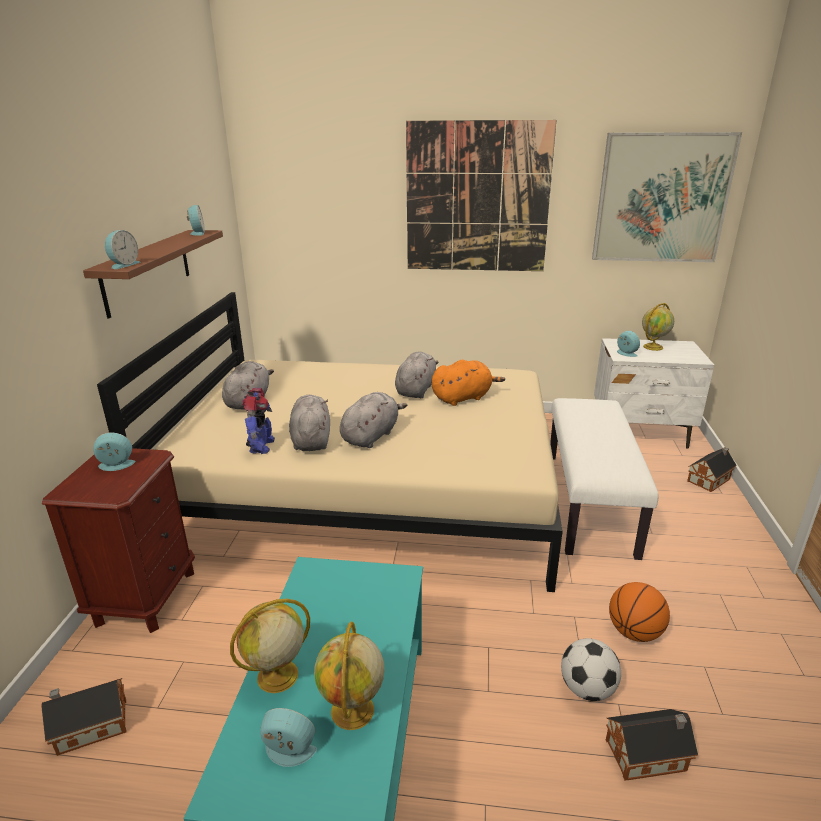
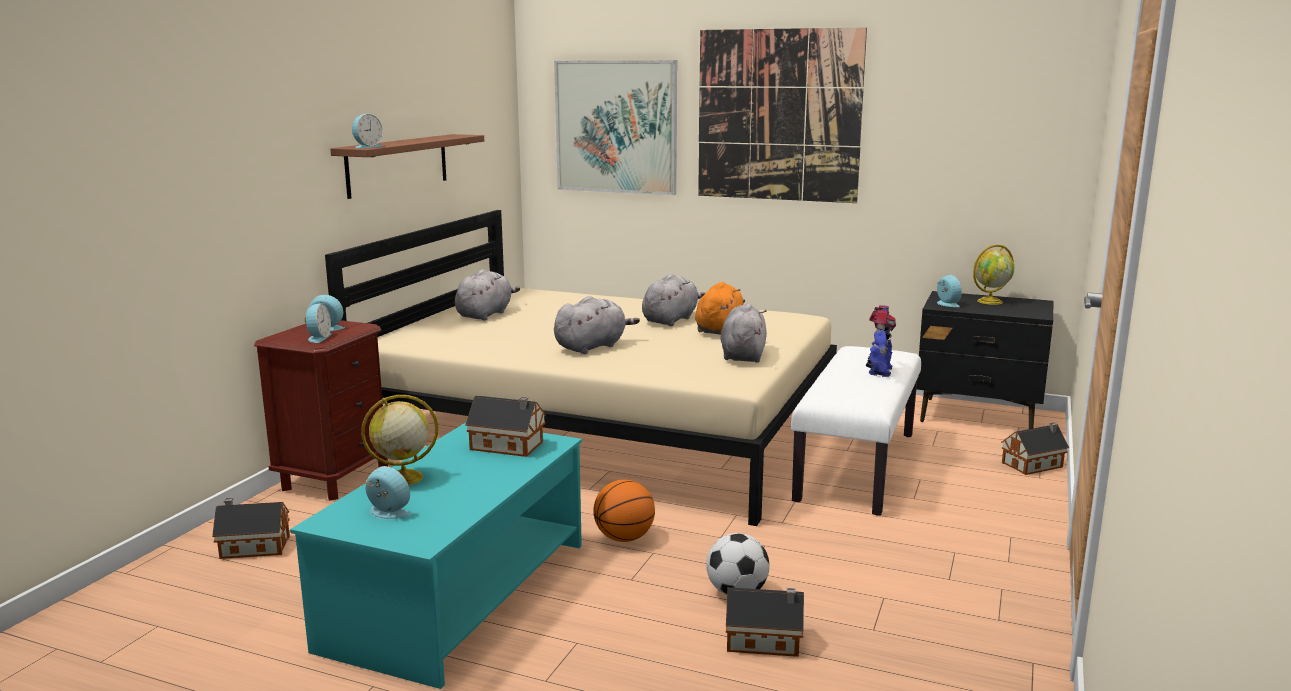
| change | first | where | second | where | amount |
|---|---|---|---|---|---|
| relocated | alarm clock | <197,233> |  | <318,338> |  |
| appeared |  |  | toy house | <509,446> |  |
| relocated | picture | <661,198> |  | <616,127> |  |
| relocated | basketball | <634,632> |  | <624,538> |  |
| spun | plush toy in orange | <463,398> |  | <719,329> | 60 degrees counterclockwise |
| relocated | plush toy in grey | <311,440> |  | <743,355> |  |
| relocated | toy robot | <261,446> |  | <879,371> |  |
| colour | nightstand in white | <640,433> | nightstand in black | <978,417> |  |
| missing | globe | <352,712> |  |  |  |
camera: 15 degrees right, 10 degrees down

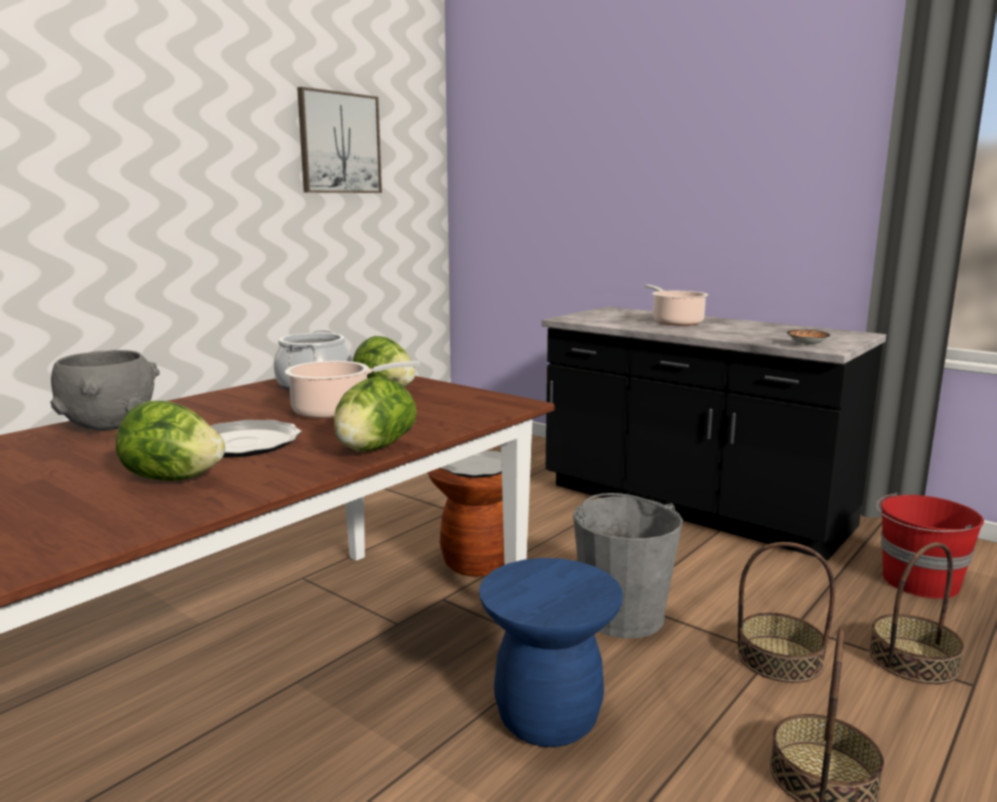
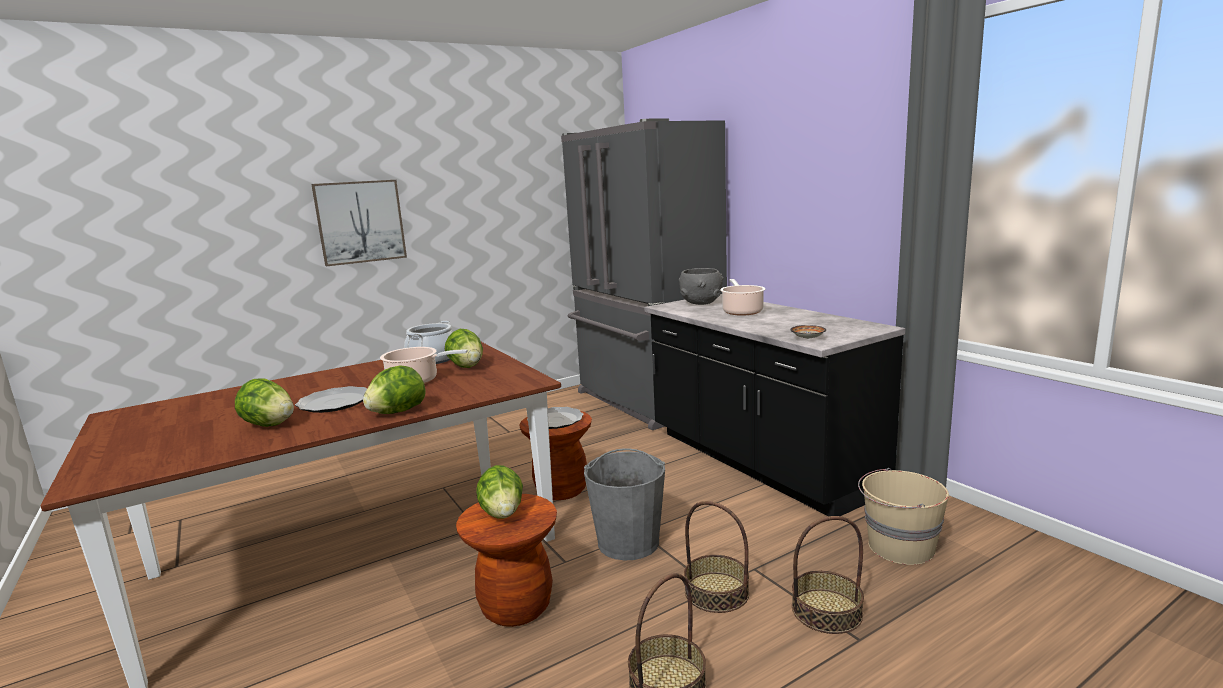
| change | first | where | second | where | amount |
|---|---|---|---|---|---|
| relocated | picture | <339,143> |  | <360,222> |  |
| colour | stool in blue | <548,718> | stool in brown | <516,606> |  |
| appeared |  |  | lettuce | <502,513> |  |
| appeared |  |  | fridge in grey | <646,401> |  |
| relocated | bowl in grey | <108,426> |  | <700,303> |  |
| colour | bucket in red | <919,582> | bucket in beige | <899,547> |  |
camera: 20 degrees right, 0 degrees up

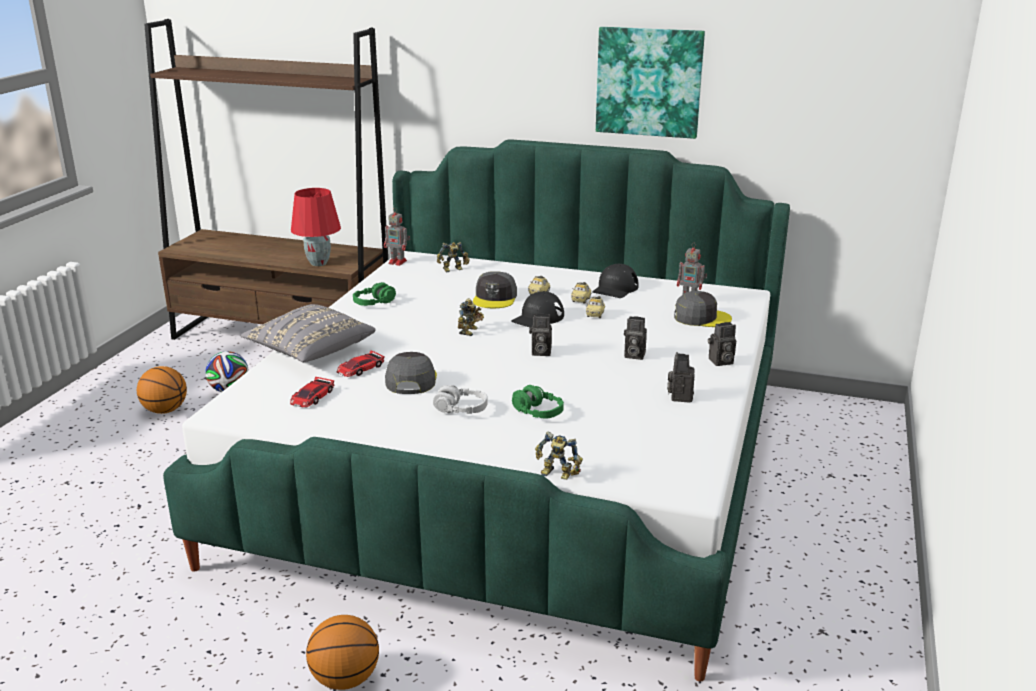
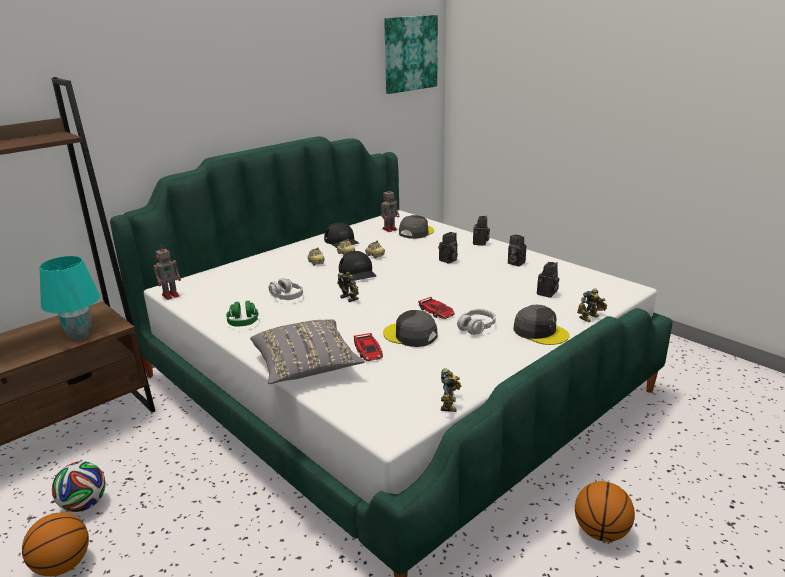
| change | first | where | second | where | amount |
|---|---|---|---|---|---|
| colour | table lamp in red | <319,263> | table lamp in turquoise | <80,335> |  |
| appeared |  |  | headphones in grey | <286,296> |  |
| relocated | picture | <649,82> |  | <410,53> |  |
| relocated | toy car | <312,397> |  | <436,312> |  |
| relocated | toy robot | <453,270> |  | <450,404> |  |
| relocated | cap in grey | <495,298> |  | <540,332> |  |
| relocated | photo camera | <540,352> |  | <547,294> |  |
| missing | headphones in green | <537,412> |  |  |  |
camera: 60 degrees left, 0 degrees up

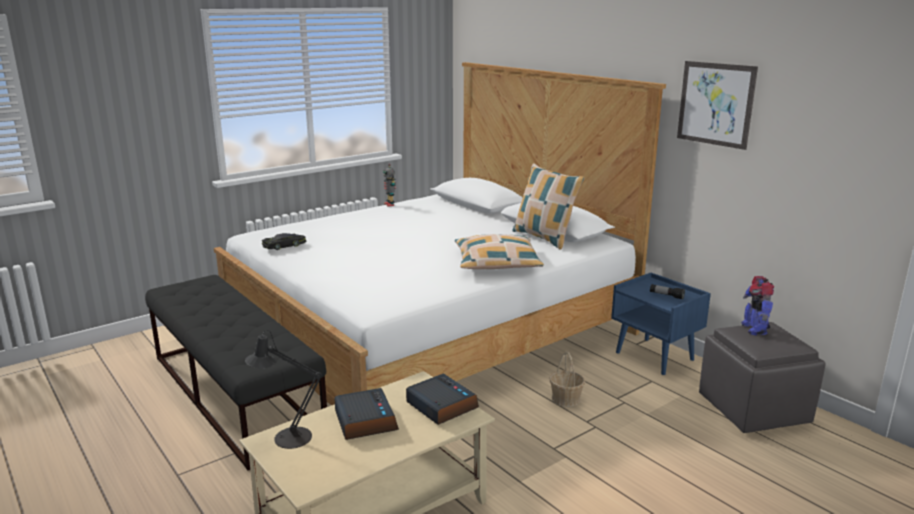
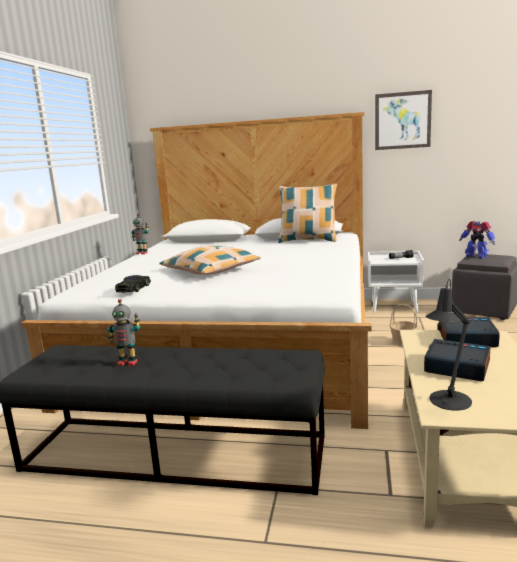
| change | first | where | second | where | amount |
|---|---|---|---|---|---|
| appeared |  |  | toy robot | <128,362> |  |
| relocated | pillow | <496,263> |  | <211,270> |  |
| colour | nightstand in blue | <655,356> | nightstand in white | <394,306> |  |
camera: 40 degrees left, 5 degrees down

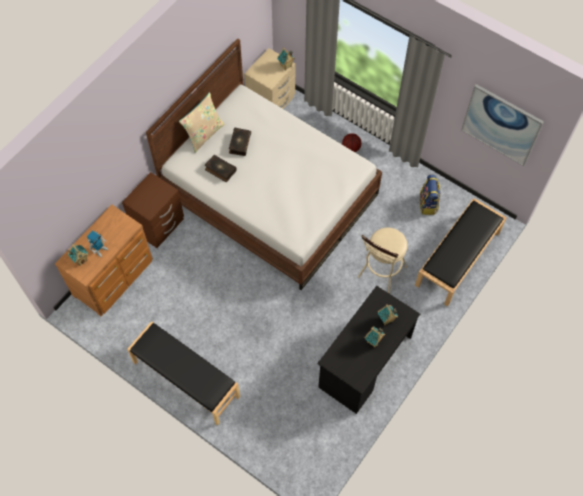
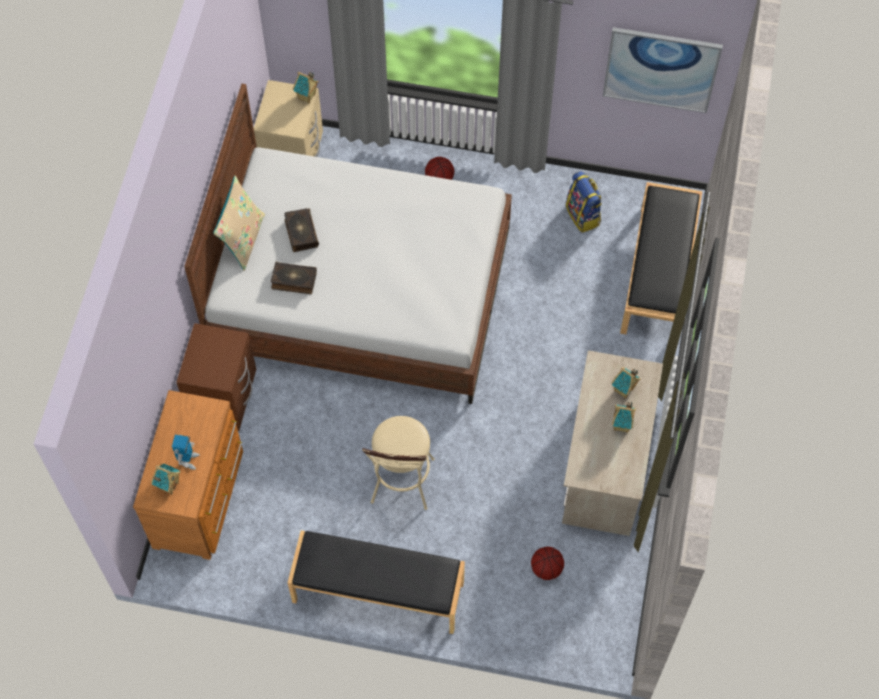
| change | first | where | second | where | amount |
|---|---|---|---|---|---|
| relocated | stool in beige | <380,275> |  | <402,486> |  |
| appeared |  |  | basketball | <546,568> |  |
| colour | desk in black | <364,362> | desk in beige | <606,463> |  |
camera: 25 degrees left, 0 degrees up

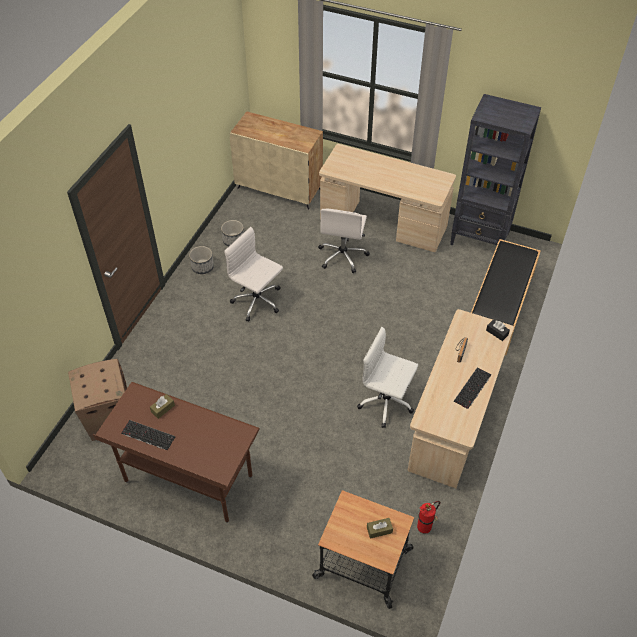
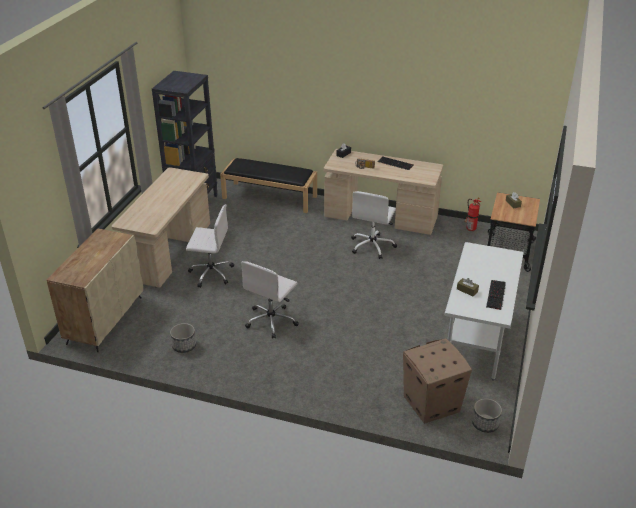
| change | first | where | second | where | amount |
|---|---|---|---|---|---|
| colour | desk in brown | <188,479> | desk in white | <476,342> |  |
| relocated | planter | <202,267> |  | <485,424> |  |
camera: 95 degrees left, 15 degrees down

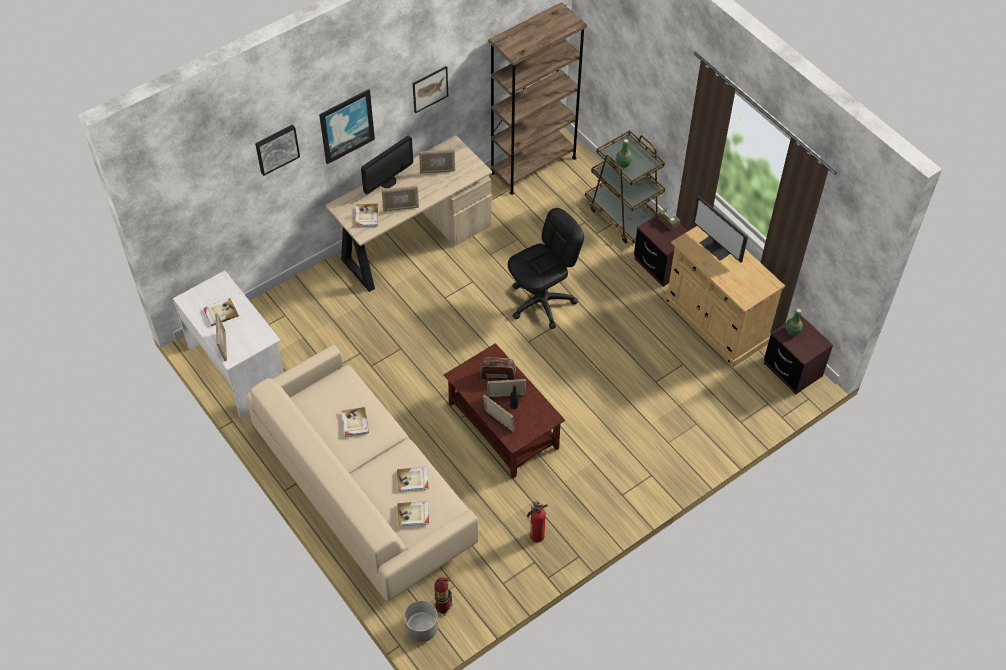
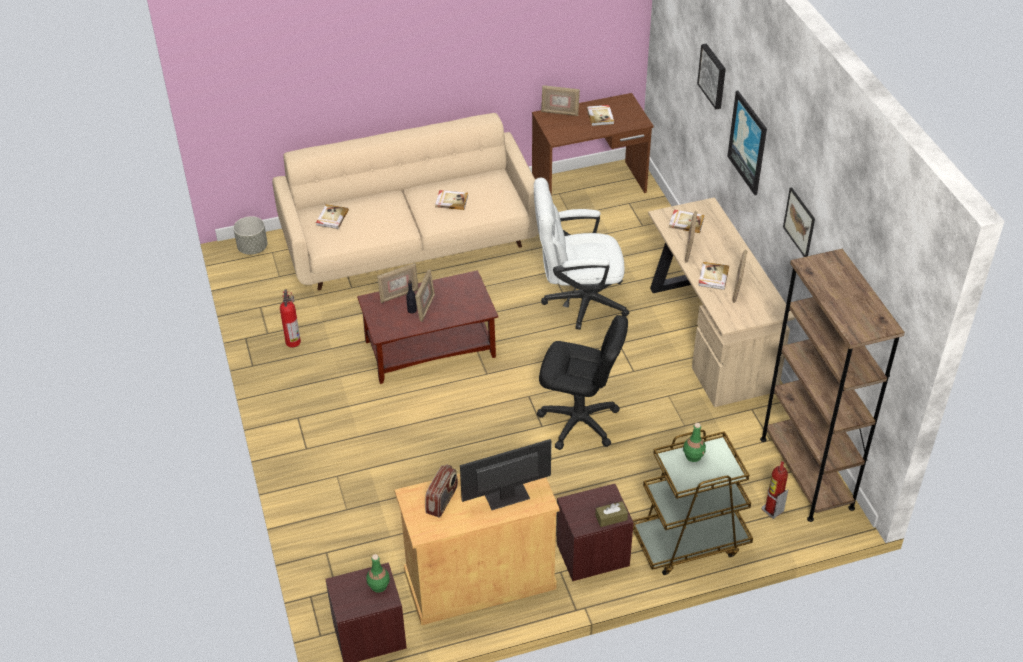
| change | first | where | second | where | amount |
|---|---|---|---|---|---|
| relocated | radio | <497,375> |  | <442,500> |  |
| colour | desk in white | <238,368> | desk in brown | <589,187> |  |
| appeared |  |  | office chair in white | <577,301> |  |
| spun | office chair in black | <542,302> |  | <579,422> | 60 degrees counterclockwise |
| relocated | book | <413,480> |  | <713,277> |  |
| relocated | fire extinguisher | <443,607> |  | <772,510> |  |
| missing | monitor | <387,181> |  |  |  |
camera: 110 degrees right, 10 degrees down

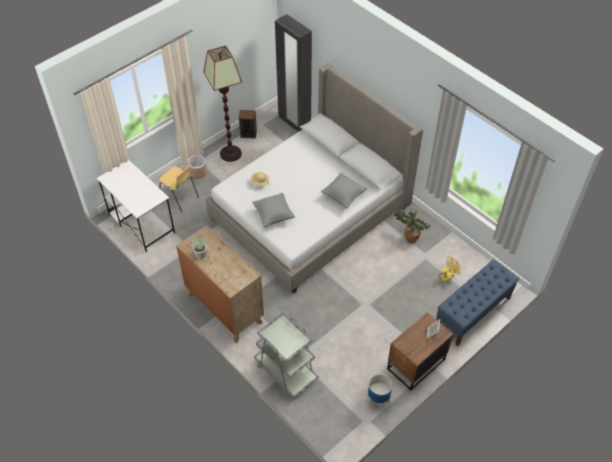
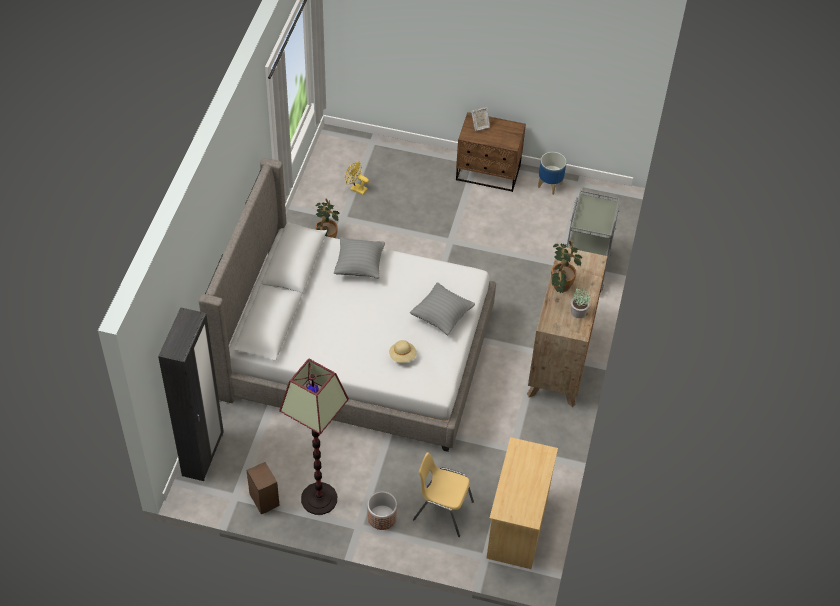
| change | first | where | second | where | amount |
|---|---|---|---|---|---|
| spun | chair in yellow | <179,197> |  | <442,510> | 75 degrees counterclockwise |
| exchanged | desk in white | <141,223> | dresser in beige | <517,526> |  |
| appeared |  |  | potted plant | <559,288> |  |
| missing | bench in blue | <472,313> |  |  |  |
camera: 125 degrees left, 0 degrees up

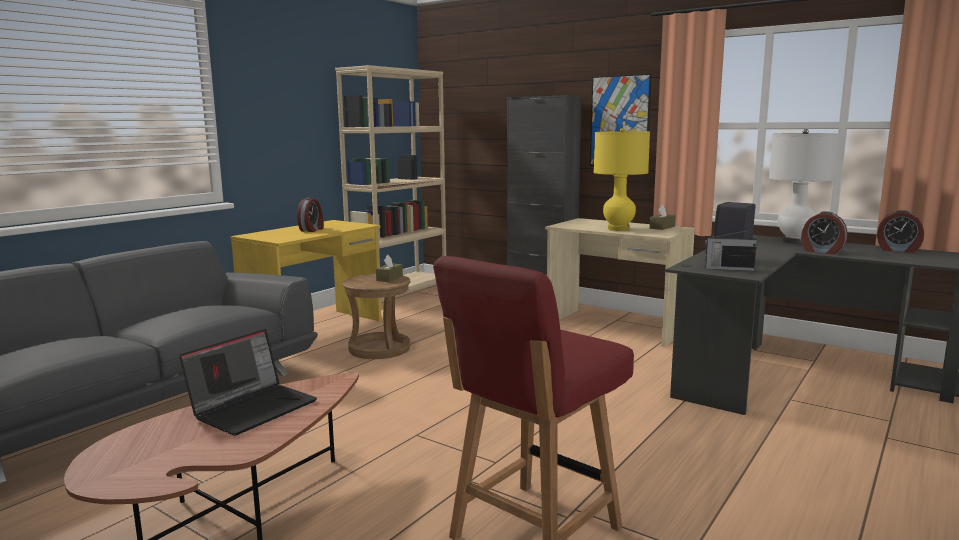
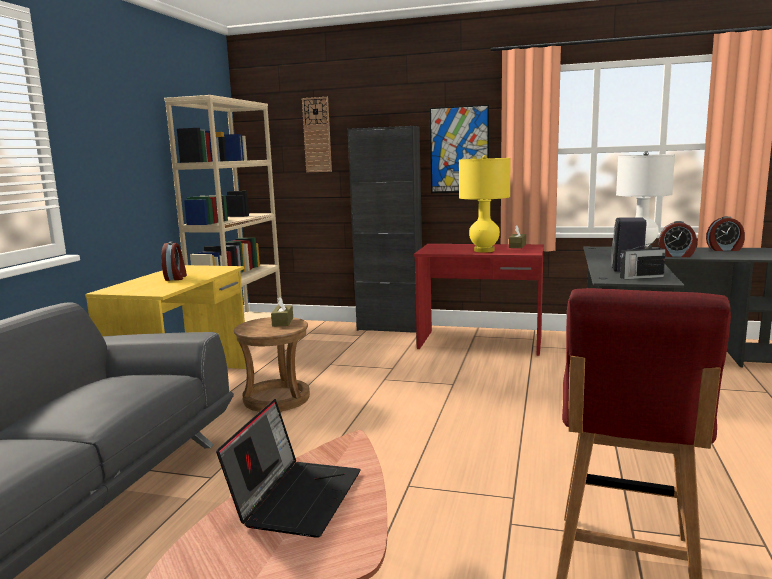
| change | first | where | second | where | amount |
|---|---|---|---|---|---|
| appeared |  |  | wall clock | <317,135> |  |
| colour | desk in beige | <616,327> | desk in red | <480,343> |  |
camera: 20 degrees left, 0 degrees up

